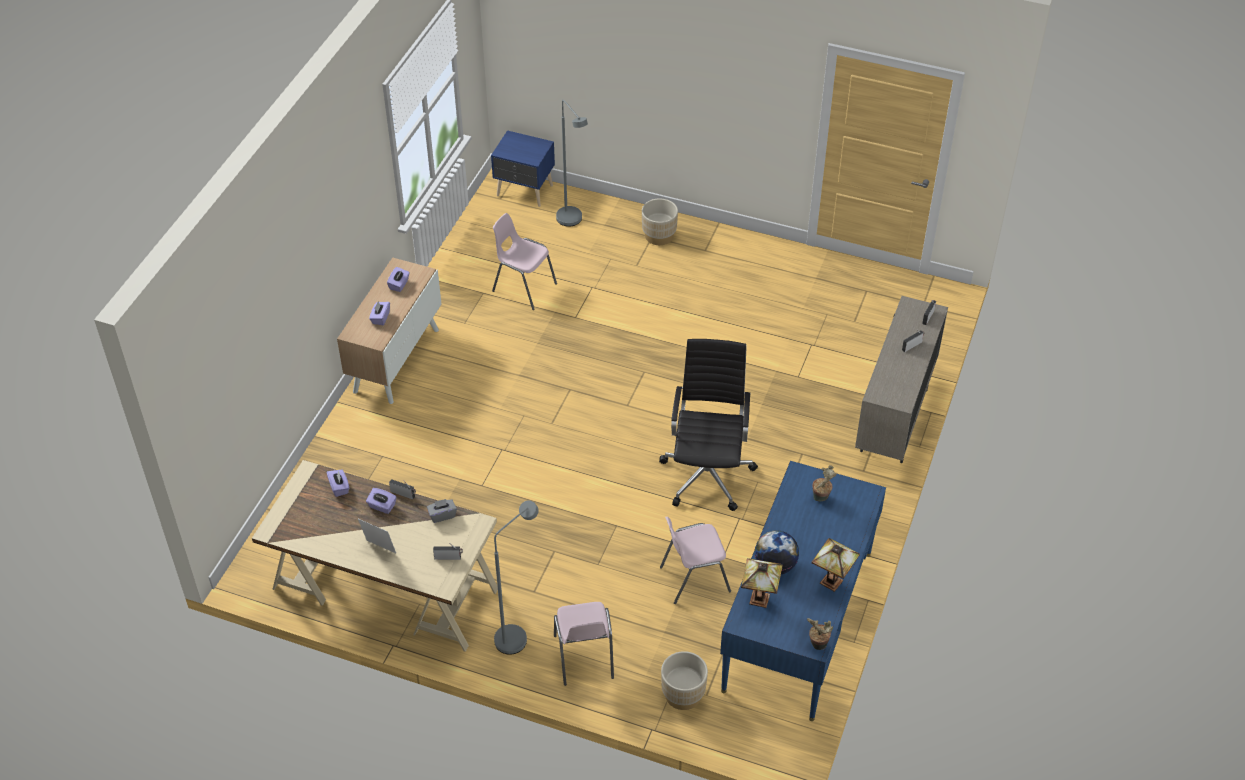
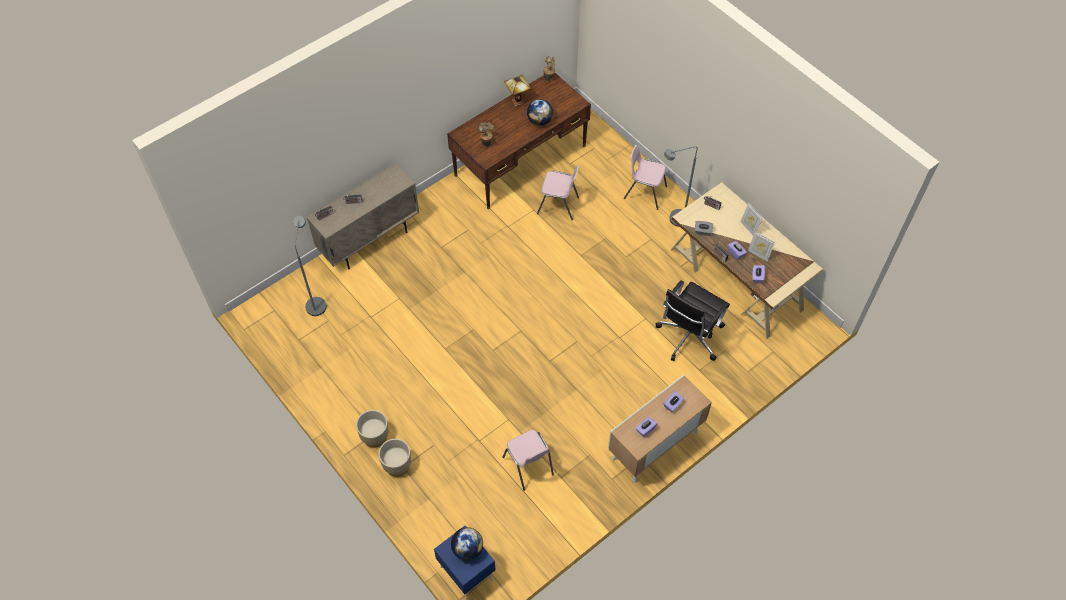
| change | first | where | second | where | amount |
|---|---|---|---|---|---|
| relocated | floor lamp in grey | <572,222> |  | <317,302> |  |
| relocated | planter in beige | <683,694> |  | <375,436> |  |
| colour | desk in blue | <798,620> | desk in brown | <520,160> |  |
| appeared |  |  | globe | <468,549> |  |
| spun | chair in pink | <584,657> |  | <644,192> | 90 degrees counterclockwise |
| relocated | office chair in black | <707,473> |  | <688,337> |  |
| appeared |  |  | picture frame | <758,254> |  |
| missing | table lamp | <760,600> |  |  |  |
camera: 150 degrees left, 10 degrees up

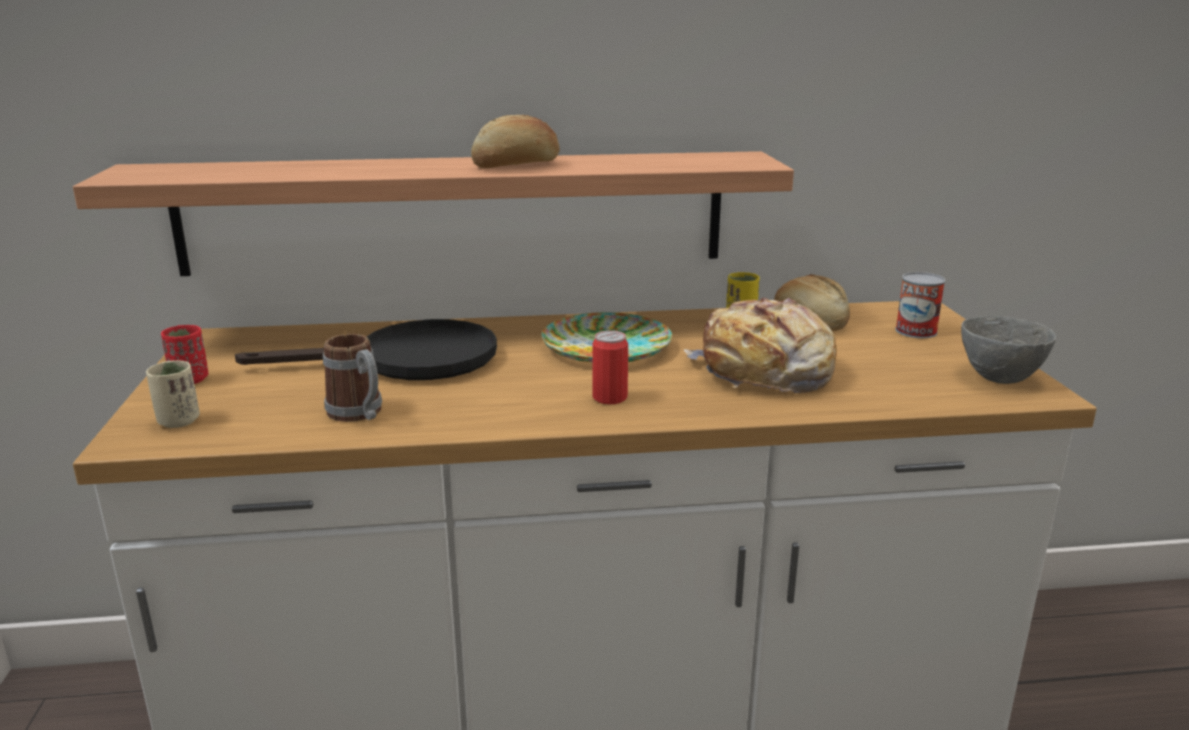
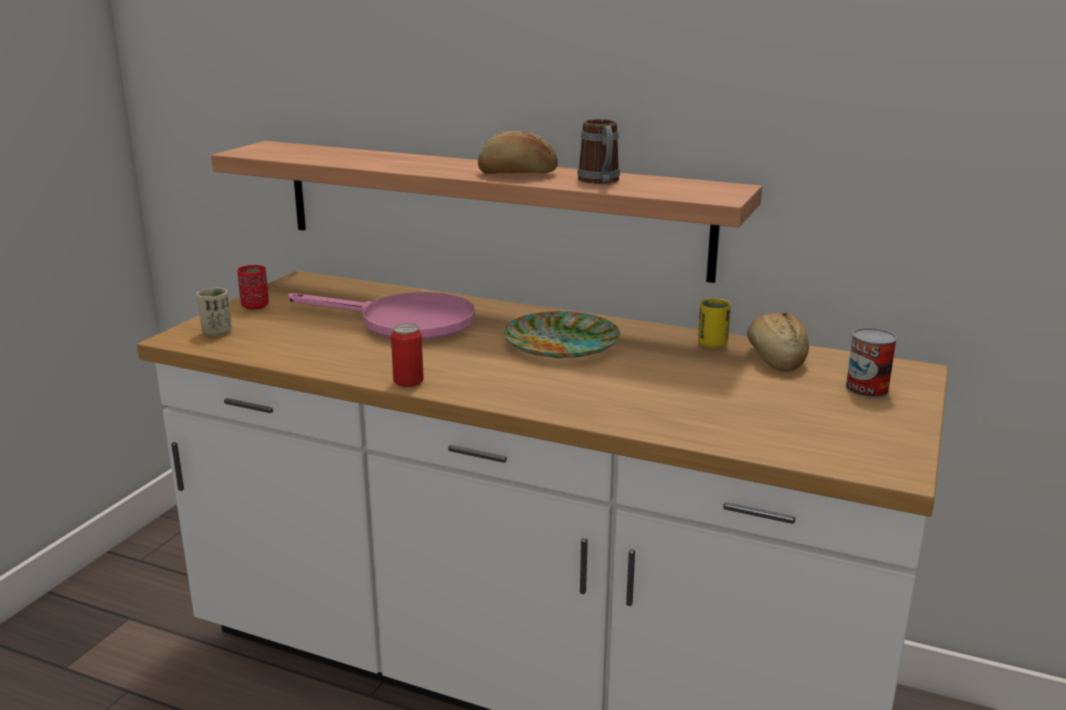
| change | first | where | second | where | amount |
|---|---|---|---|---|---|
| colour | frying pan in black | <407,360> | frying pan in pink | <403,322> |  |
| relocated | can | <609,398> |  | <408,381> |  |
| relocated | mug | <360,414> |  | <600,181> |  |
| missing | bread | <765,372> |  |  |  |
| missing | bowl in grey | <998,378> |  |  |  |
camera: 30 degrees right, 0 degrees up

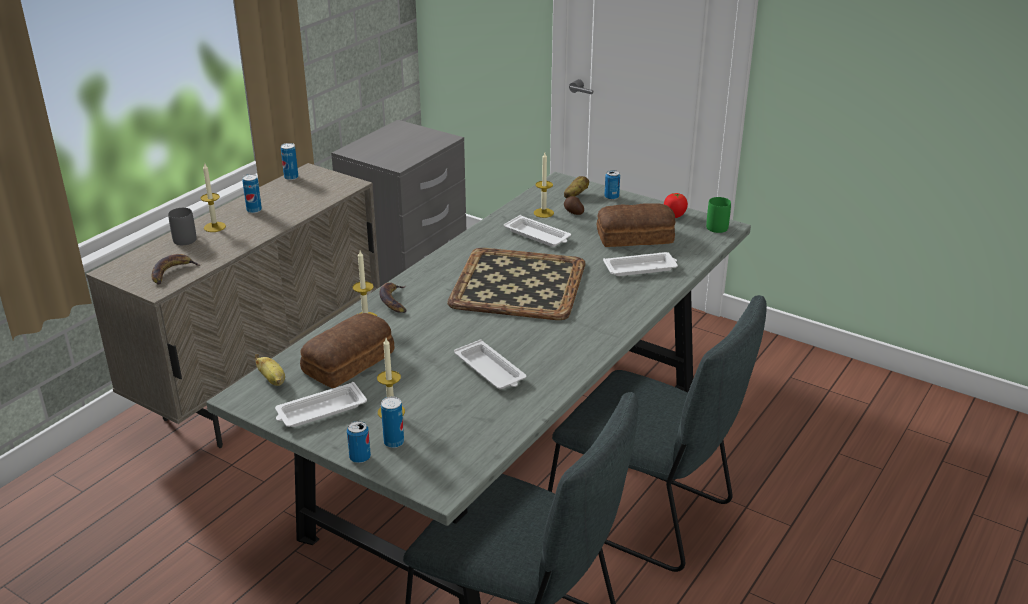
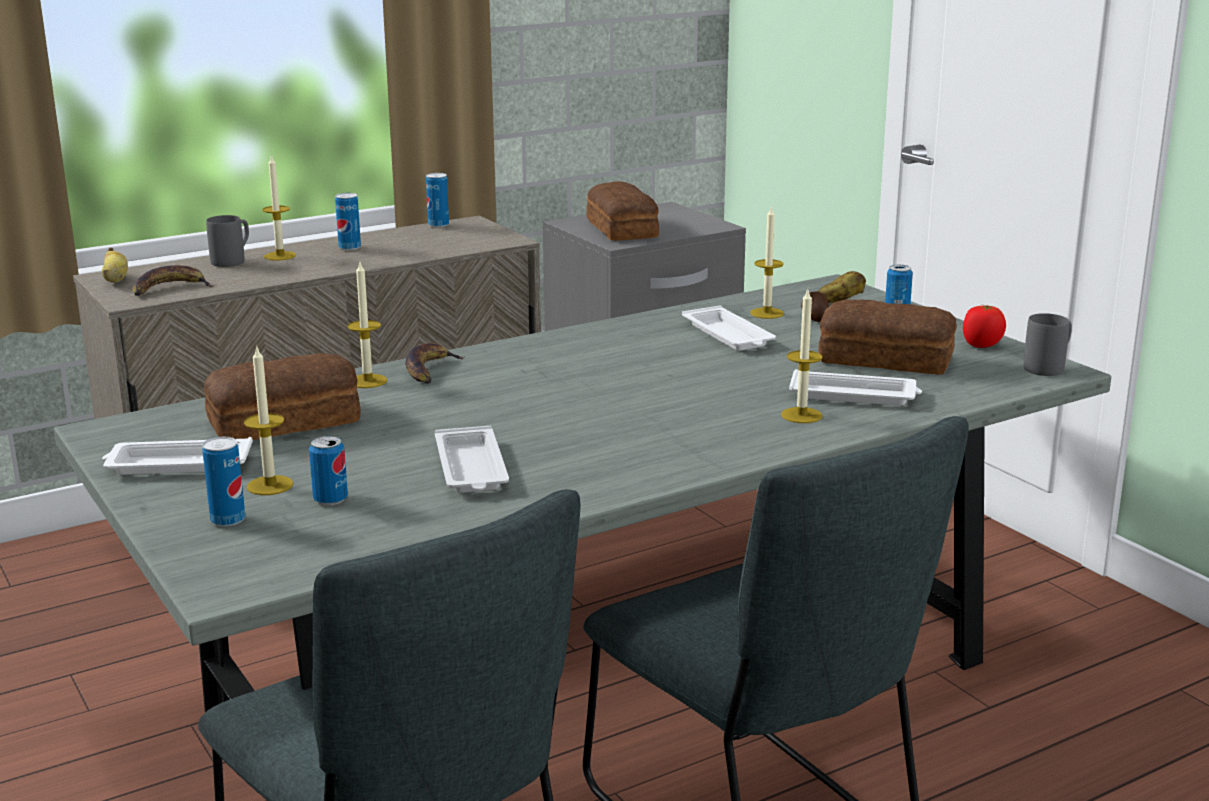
| change | first | where | second | where | amount |
|---|---|---|---|---|---|
| relocated | banana | <273,380> |  | <115,280> |  |
| relocated | can | <360,457> |  | <330,499> |  |
| appeared |  |  | bread | <623,228> |  |
| appeared |  |  | candle | <801,415> |  |
| colour | mug in green | <718,225> | mug in grey | <1049,367> |  |
| missing | tray | <517,283> |  |  |  |
camera: 25 degrees right, 10 degrees down

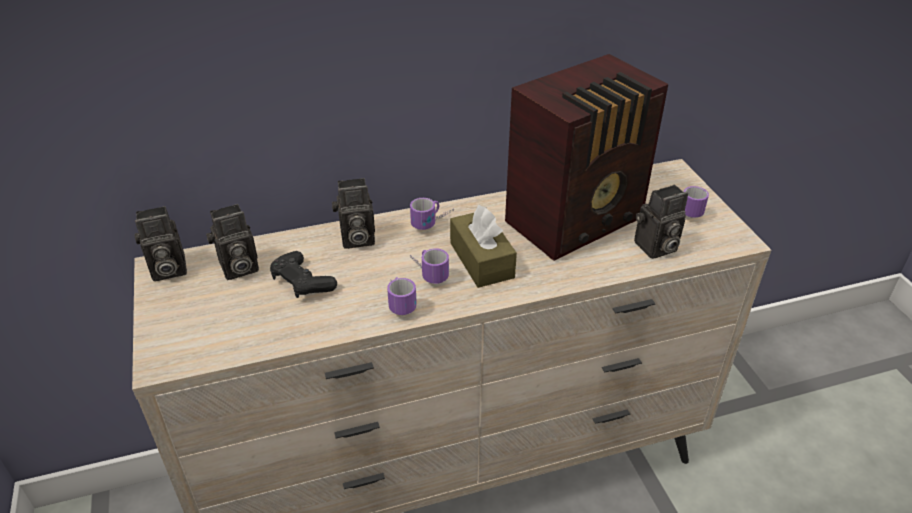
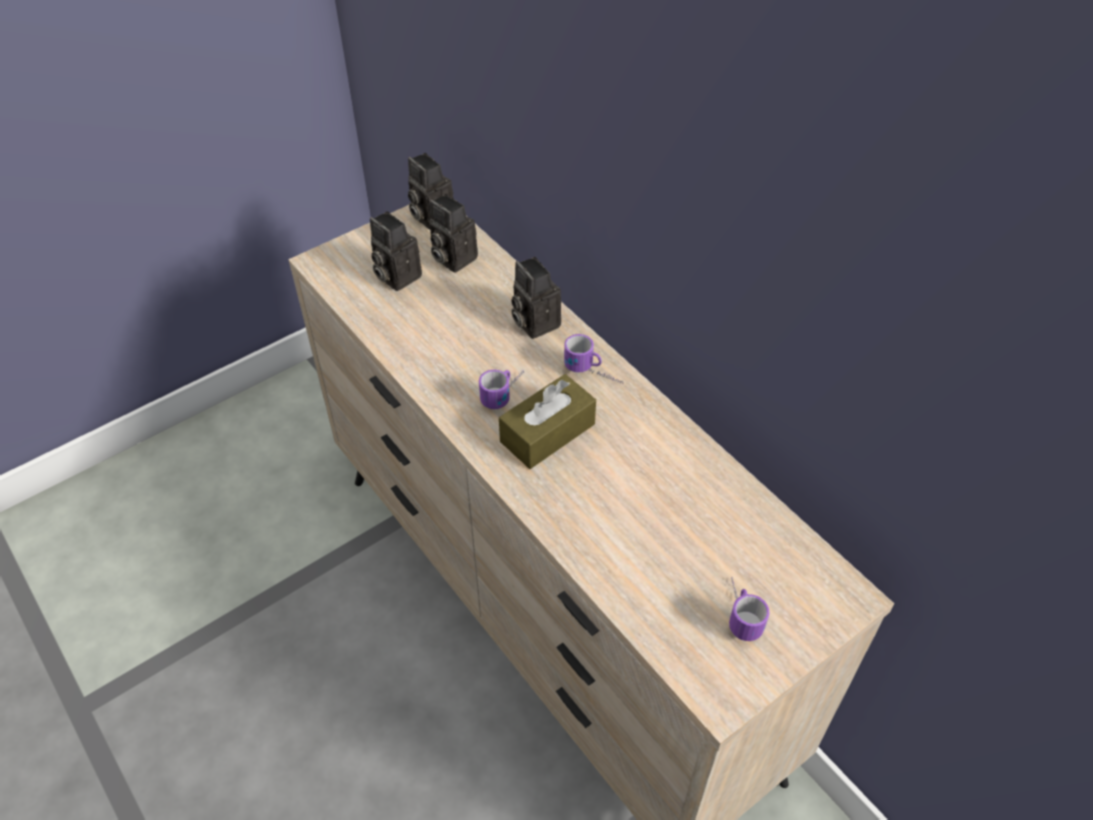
| change | first | where | second | where | amount |
|---|---|---|---|---|---|
| relocated | photo camera | <655,248> |  | <395,276> |  |
| missing | game controller in black | <302,283> |  |  |  |
| missing | mug | <399,301> |  |  |  |
| missing | radio | <577,221> |  |  |  |
camera: 70 degrees right, 10 degrees up

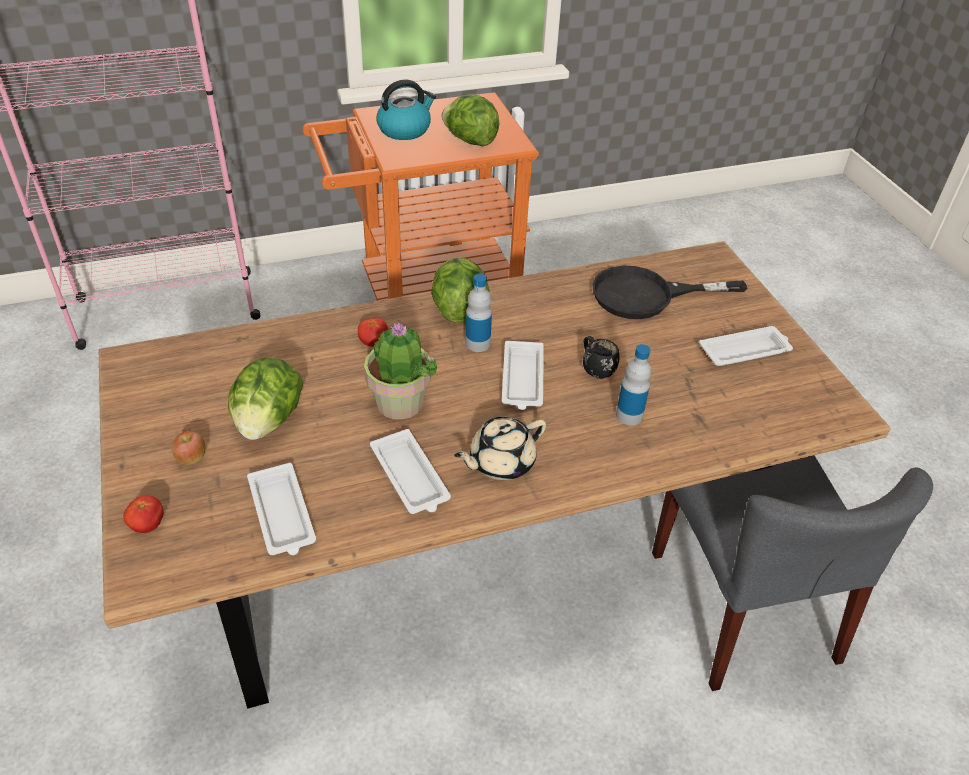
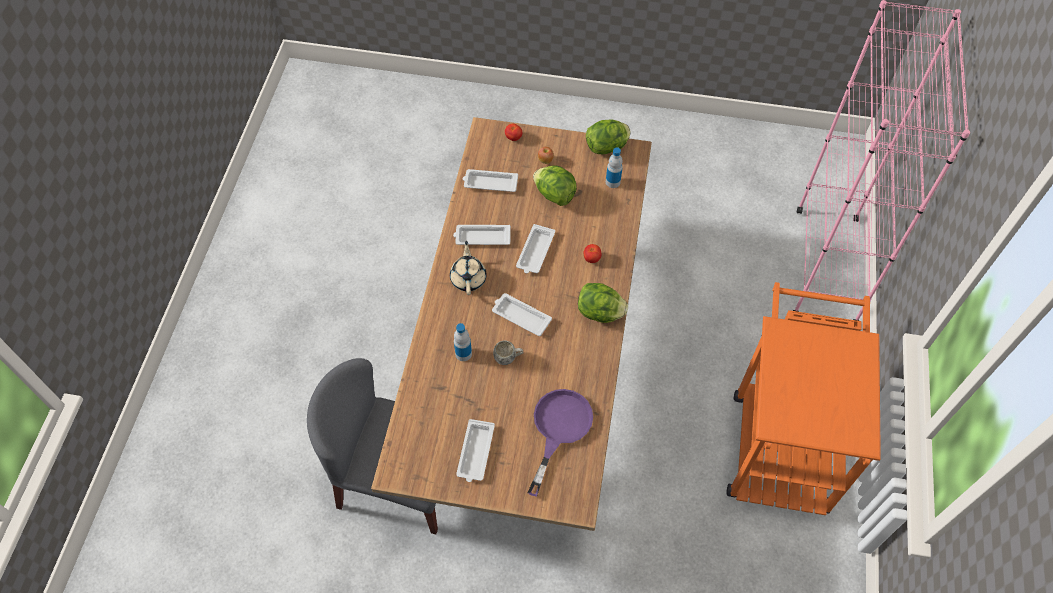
| change | first | where | second | where | amount |
|---|---|---|---|---|---|
| colour | mug in black | <595,369> | mug in white | <508,358> |  |
| exchanged | potted plant | <400,403> | tray in white | <535,252> |  |
| colour | frying pan in black | <647,295> | frying pan in purple | <558,429> |  |
| relocated | lettuce | <470,141> |  | <607,147> |  |
| relocated | bottle | <477,343> |  | <613,182> |  |
| missing | kettle | <405,129> |  |  |  |
camera: 120 degrees right, 15 degrees up

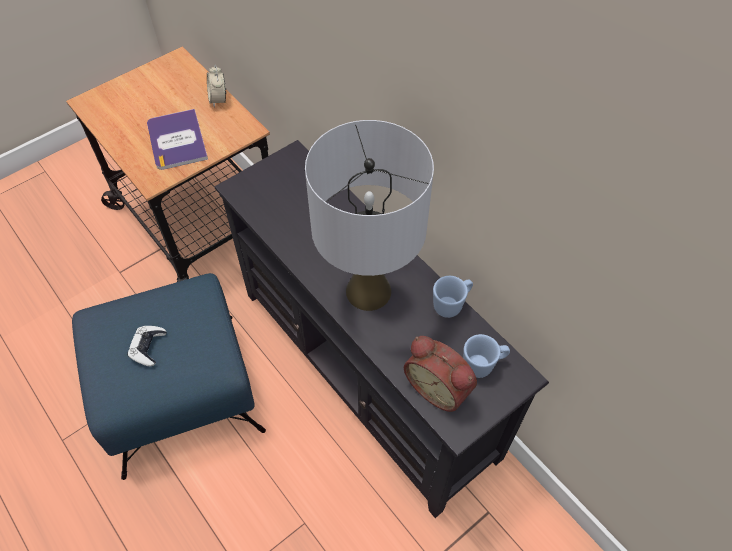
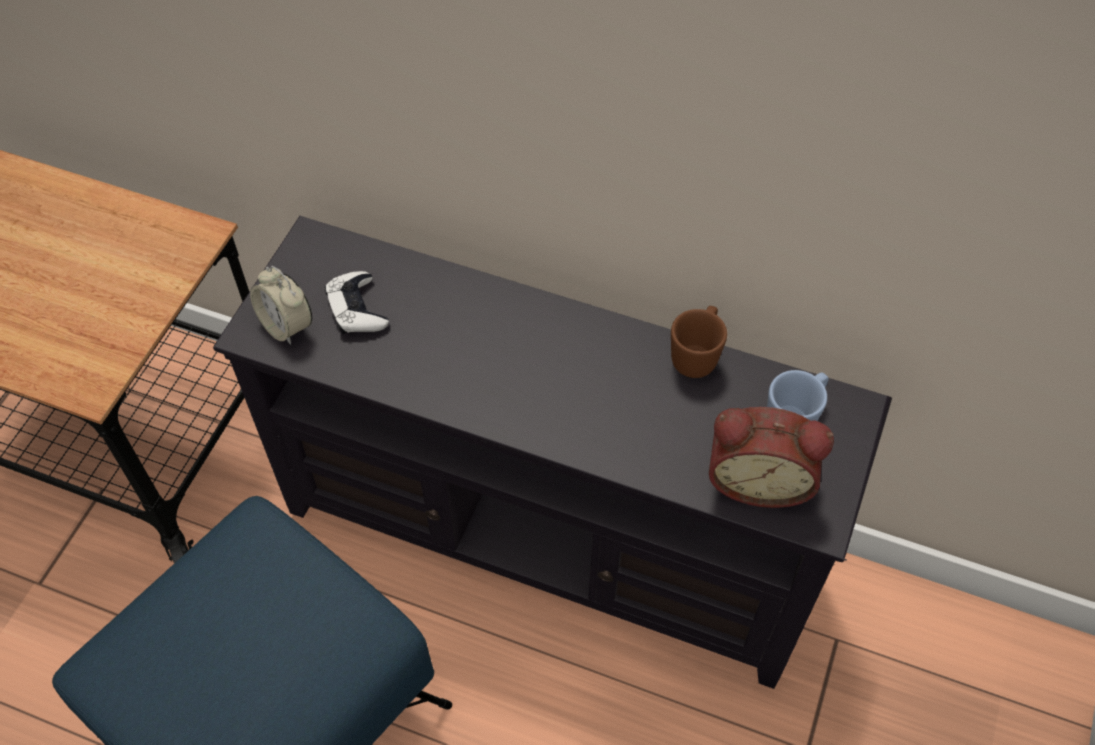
| change | first | where | second | where | amount |
|---|---|---|---|---|---|
| relocated | alarm clock | <218,99> |  | <287,325> |  |
| relocated | game controller in white | <148,347> |  | <357,309> |  |
| colour | mug in blue | <451,304> | mug in brown | <697,355> |  |
| missing | book | <177,140> |  |  |  |
| missing | table lamp in grey | <368,291> |  |  |  |
camera: 30 degrees left, 0 degrees up

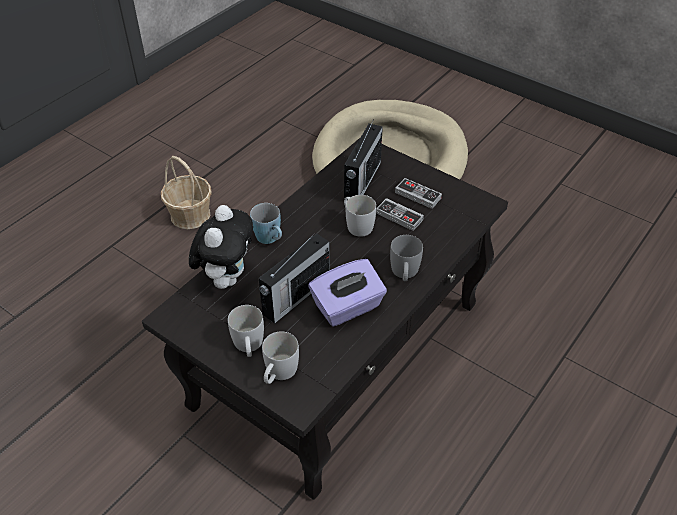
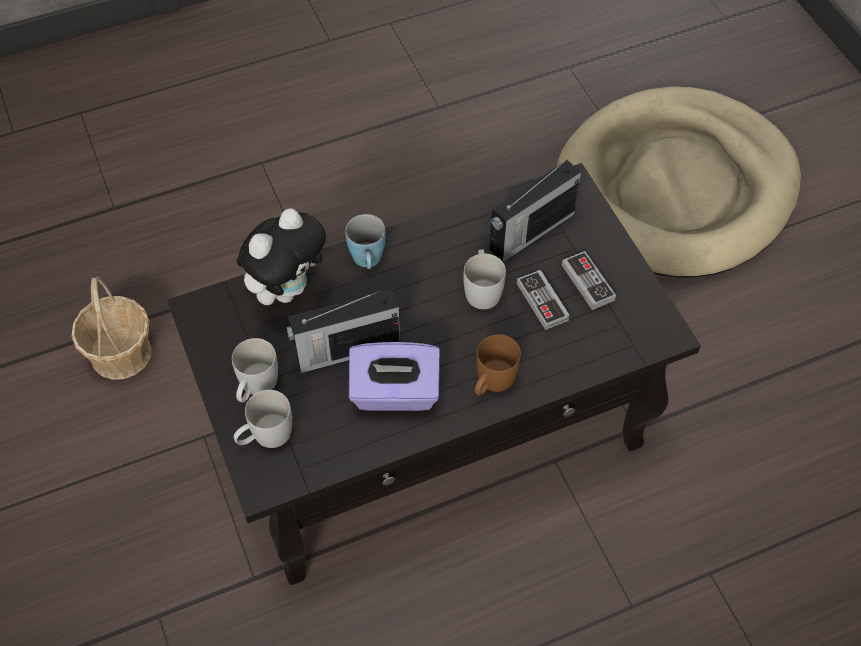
| change | first | where | second | where | amount |
|---|---|---|---|---|---|
| relocated | basket | <190,215> |  | <121,353> |  |
| colour | mug in grey | <404,273> | mug in brown | <492,383> |  |
camera: 30 degrees right, 10 degrees up

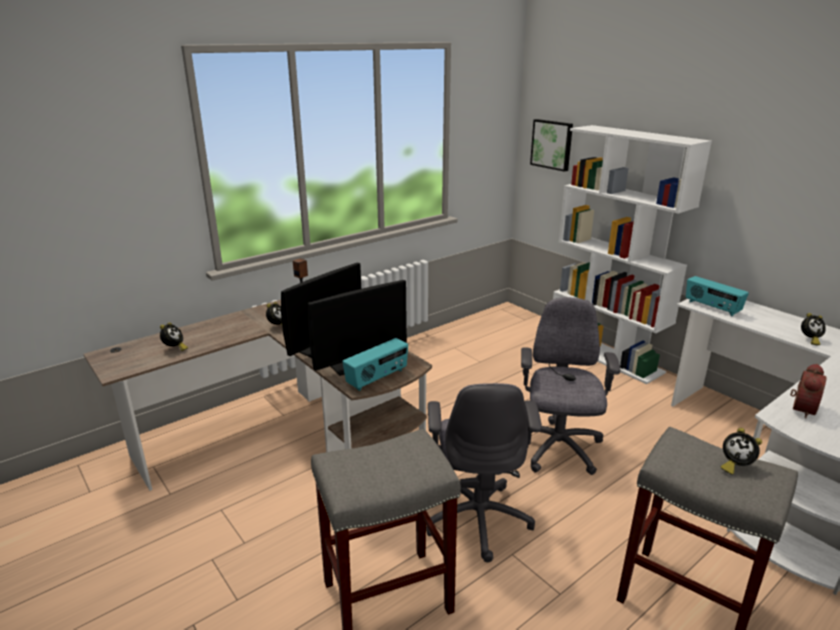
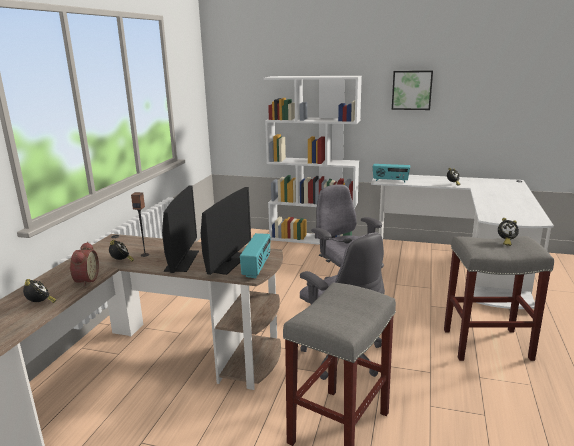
| change | first | where | second | where | amount |
|---|---|---|---|---|---|
| relocated | alarm clock | <800,409> |  | <85,280> |  |
| relocated | picture | <552,144> |  | <412,90> |  |
camera: 35 degrees left, 5 degrees down

